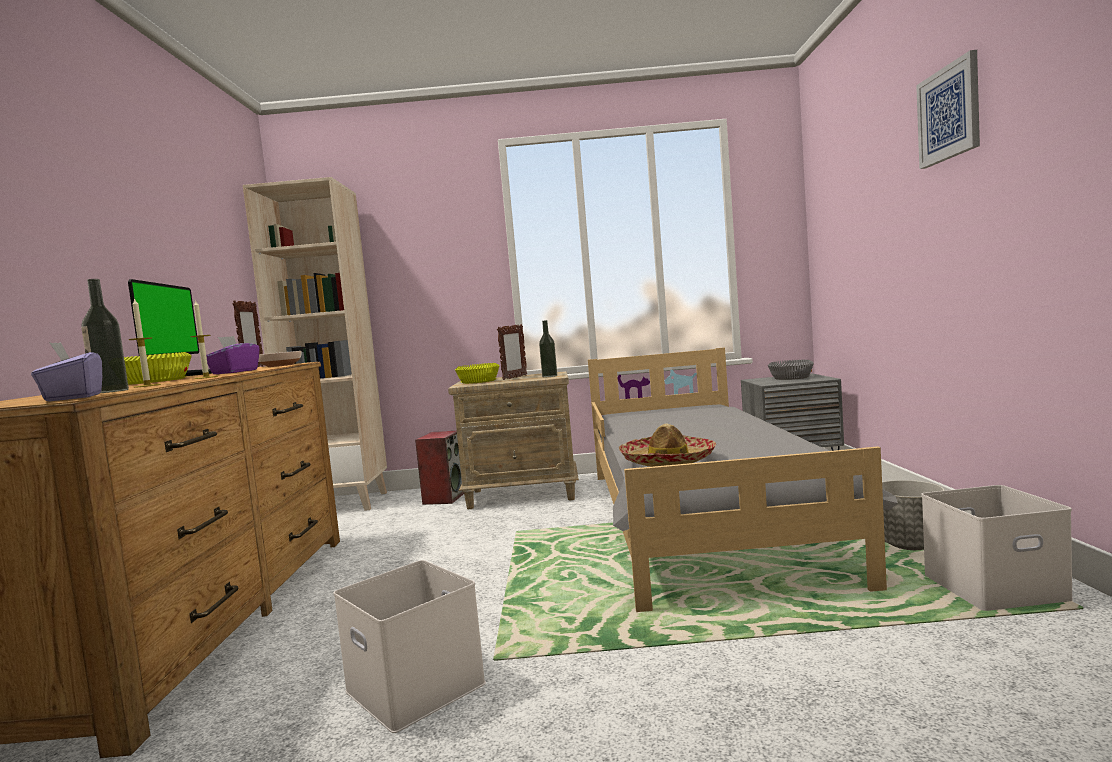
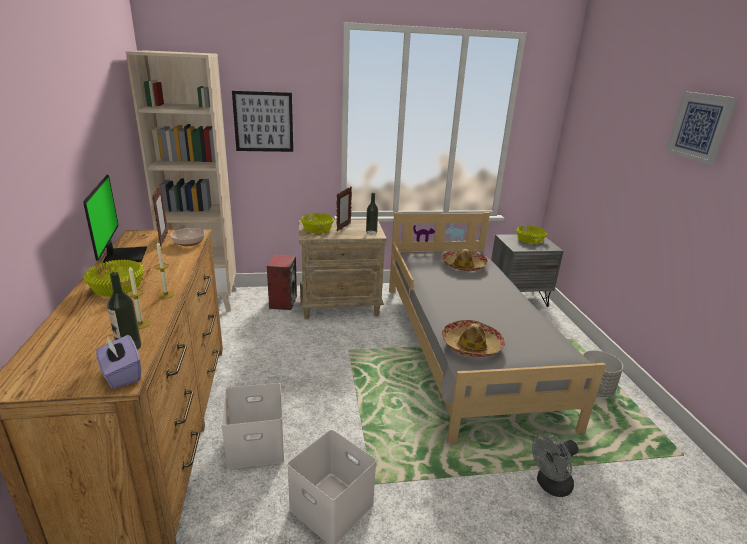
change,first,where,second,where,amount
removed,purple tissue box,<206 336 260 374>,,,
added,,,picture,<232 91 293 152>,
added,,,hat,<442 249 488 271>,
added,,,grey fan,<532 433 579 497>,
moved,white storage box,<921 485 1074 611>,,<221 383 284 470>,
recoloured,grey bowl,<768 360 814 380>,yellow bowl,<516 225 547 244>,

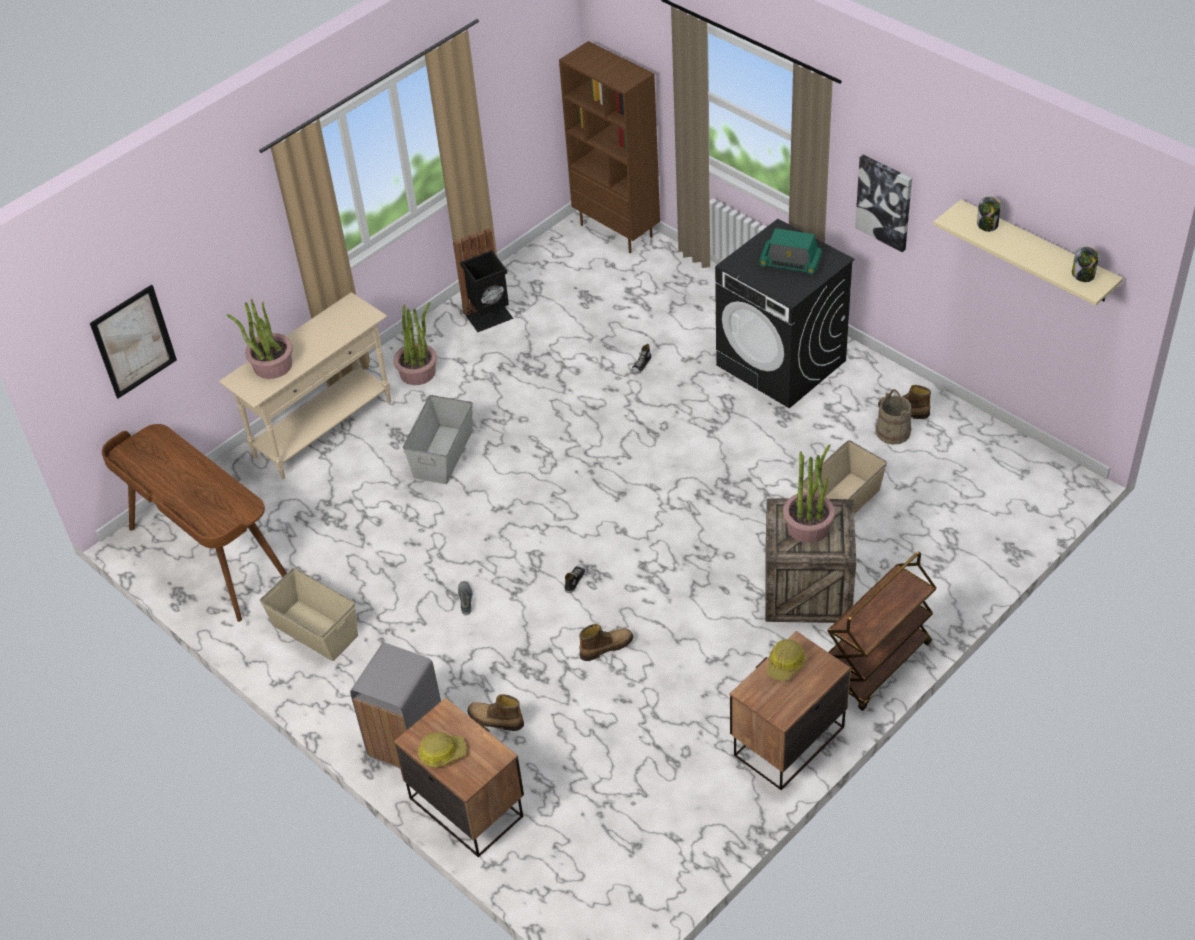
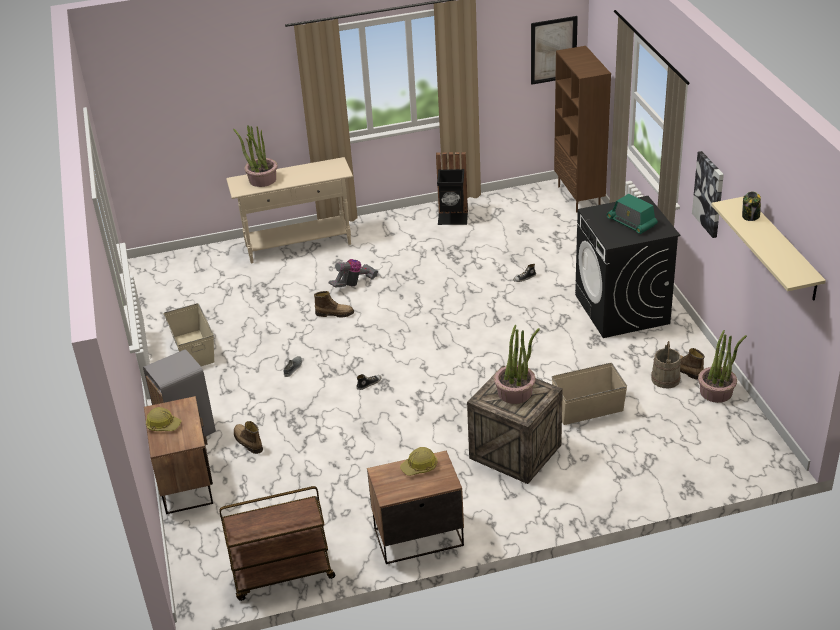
change,first,where,second,where,amount
removed,brown desk,<102 424 287 622>,,,
removed,jar,<1072 247 1098 282>,,,
moved,picture,<90 285 177 399>,,<531 16 578 85>,
moved,potted plant,<393 302 437 385>,,<698 330 747 403>,
moved,boot,<579 624 634 661>,,<314 291 354 318>,
moved,brown cart,<828 551 936 711>,,<219 486 335 601>,
replaced,grey storage box,<403 395 473 484>,vacuum cleaner,<328 259 378 288>,

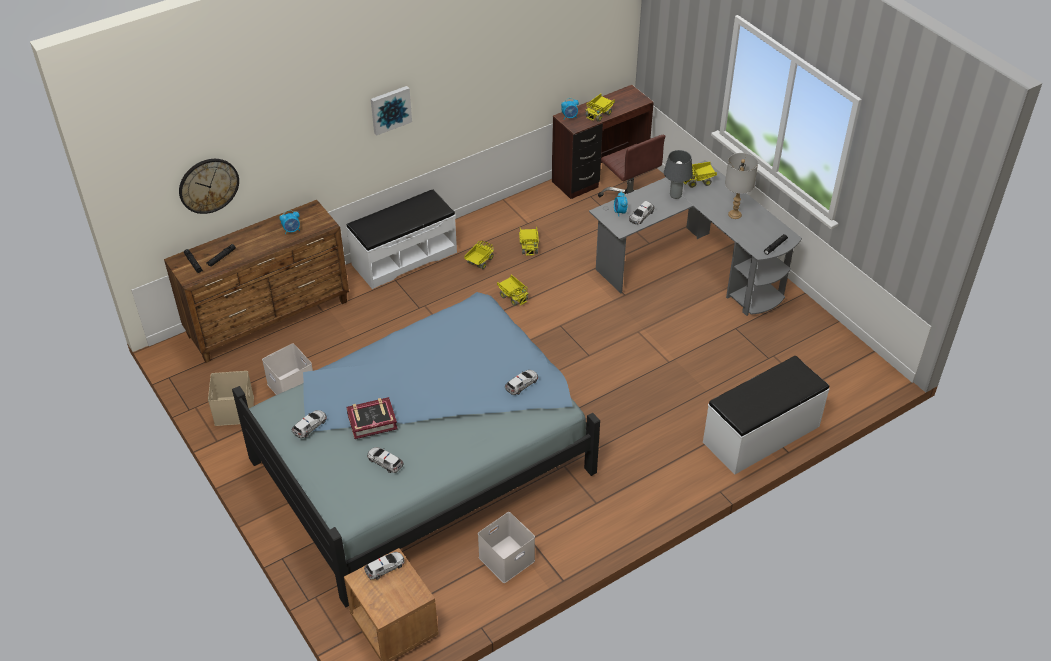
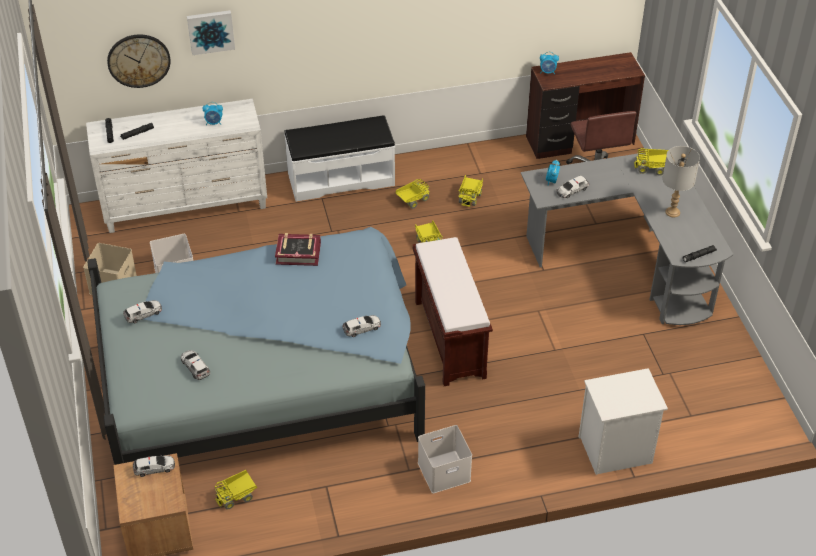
change,first,where,second,where,amount
removed,grey table lamp,<664 150 693 199>,,,
added,,,brown bench,<412 237 493 386>,
moved,book,<347 397 398 439>,,<275 233 321 266>,
moved,picture,<371 86 412 135>,,<187 10 235 55>,
moved,white storage box,<478 512 535 583>,,<418 425 472 493>,
moved,toy truck,<585 94 615 122>,,<215 470 257 510>,
replaced,white bench,<703 356 829 475>,white nightstand,<578 368 668 475>,
recoloured,brown dresser,<164 200 349 363>,white dresser,<86 99 267 233>,

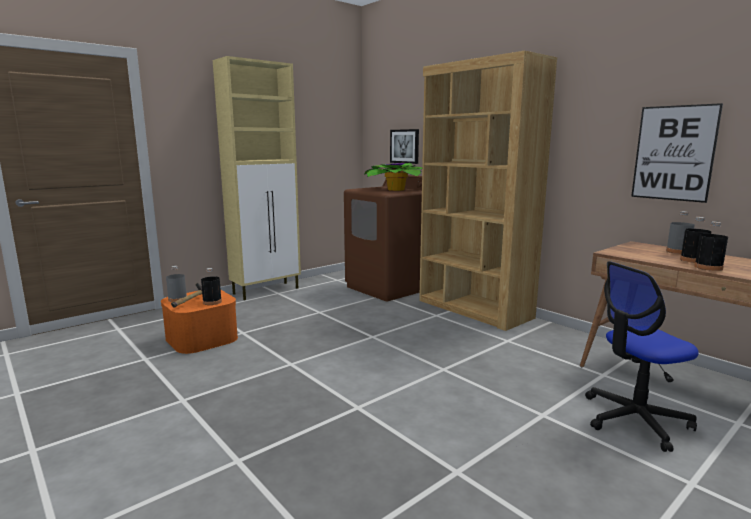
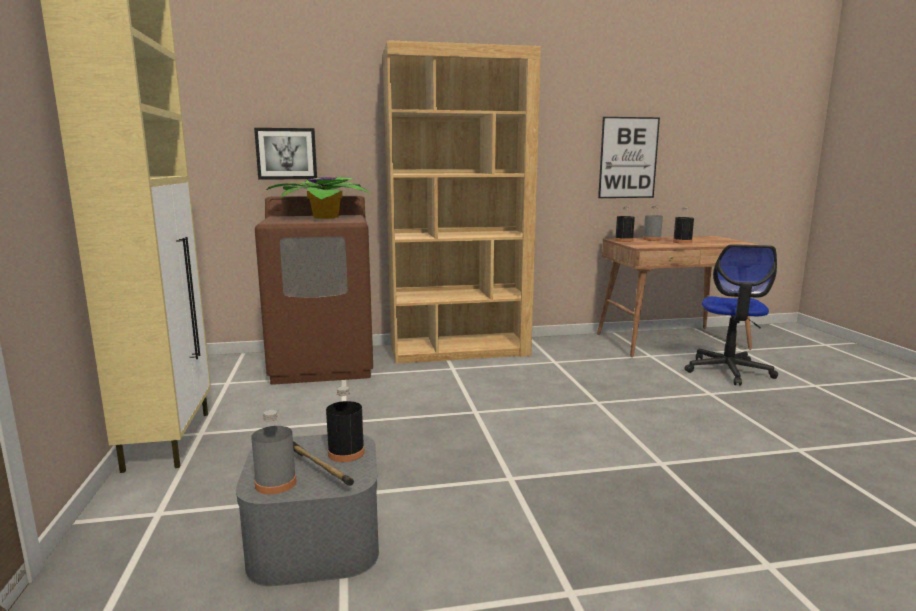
change,first,where,second,where,amount
moved,black bottle,<694 221 728 271>,,<615 206 635 242>,
recoloured,orange storage box,<161 290 238 354>,grey storage box,<236 434 379 586>,

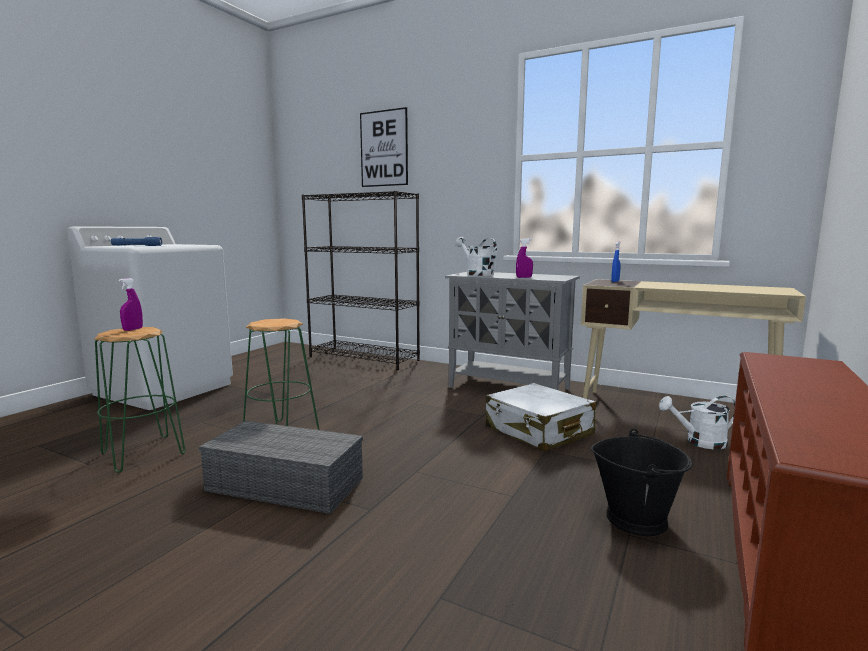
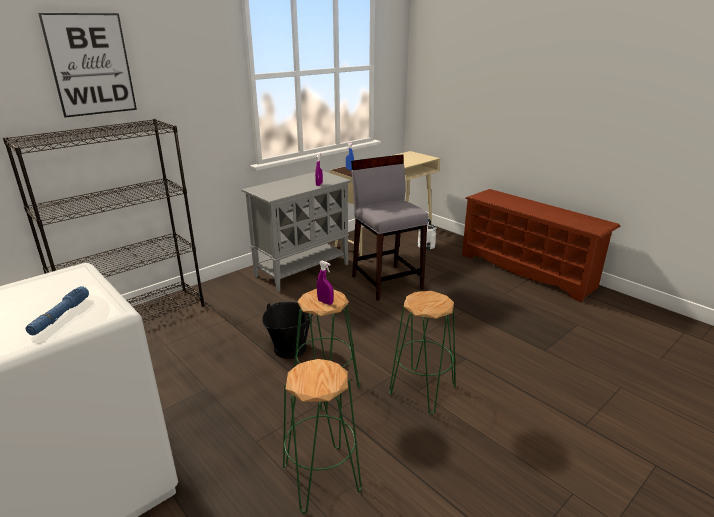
change,first,where,second,where,amount
removed,white watering can,<455 237 497 276>,,,
moved,purple spray bottle,<119 278 143 331>,,<317 261 333 305>,
moved,black bucket,<591 429 692 536>,,<262 302 313 359>,
replaced,grey storage box,<199 421 363 514>,green stool,<389 291 456 414>,
replaced,white suitcase,<486 383 596 451>,grey stool,<351 154 429 301>,

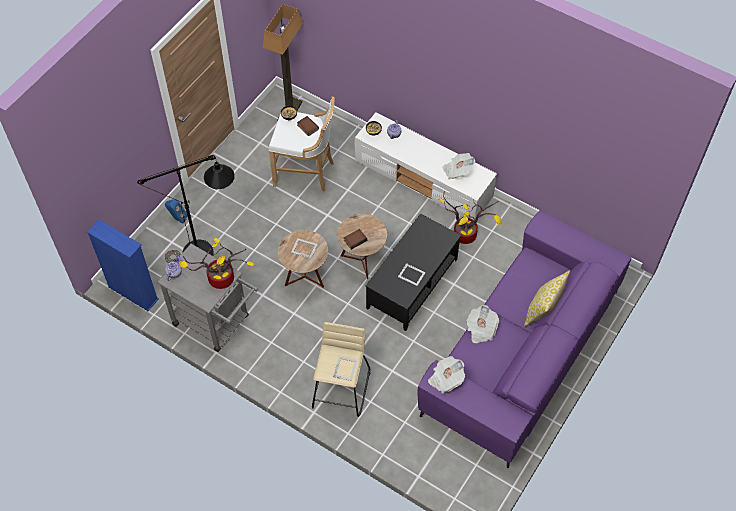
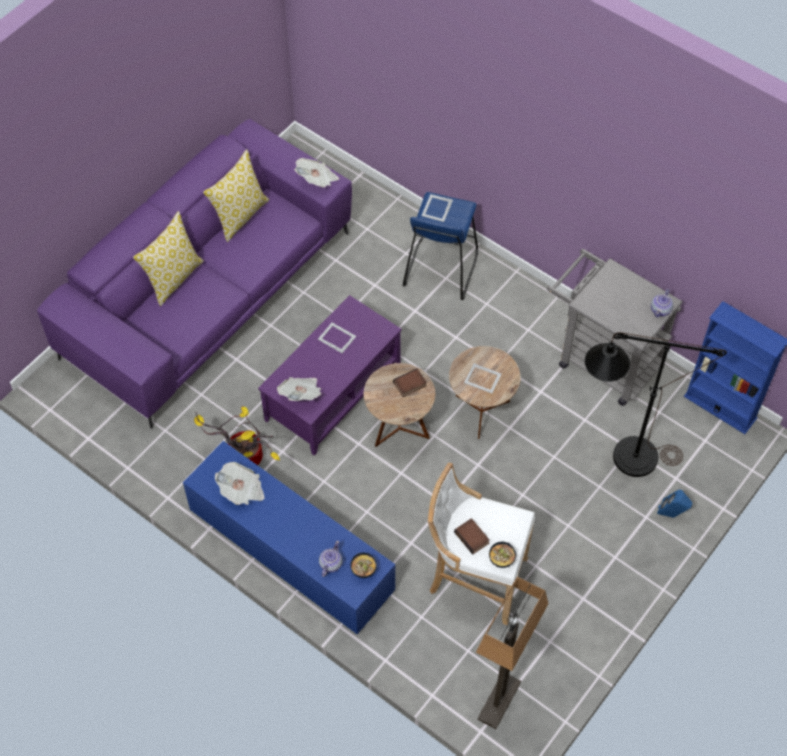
change,first,where,second,where,amount
removed,potted plant,<179 238 255 289>,,,
added,,,pillow,<203 149 269 242>,
moved,newspaper,<466 305 499 343>,,<277 377 321 401>,
recoloured,beige stool,<312 322 370 417>,blue stool,<403 192 478 300>,
recoloured,white tv stand,<355 112 497 220>,blue tv stand,<183 441 395 634>,
recoloured,black coffee table,<365 214 461 331>,purple coffee table,<258 295 402 456>,

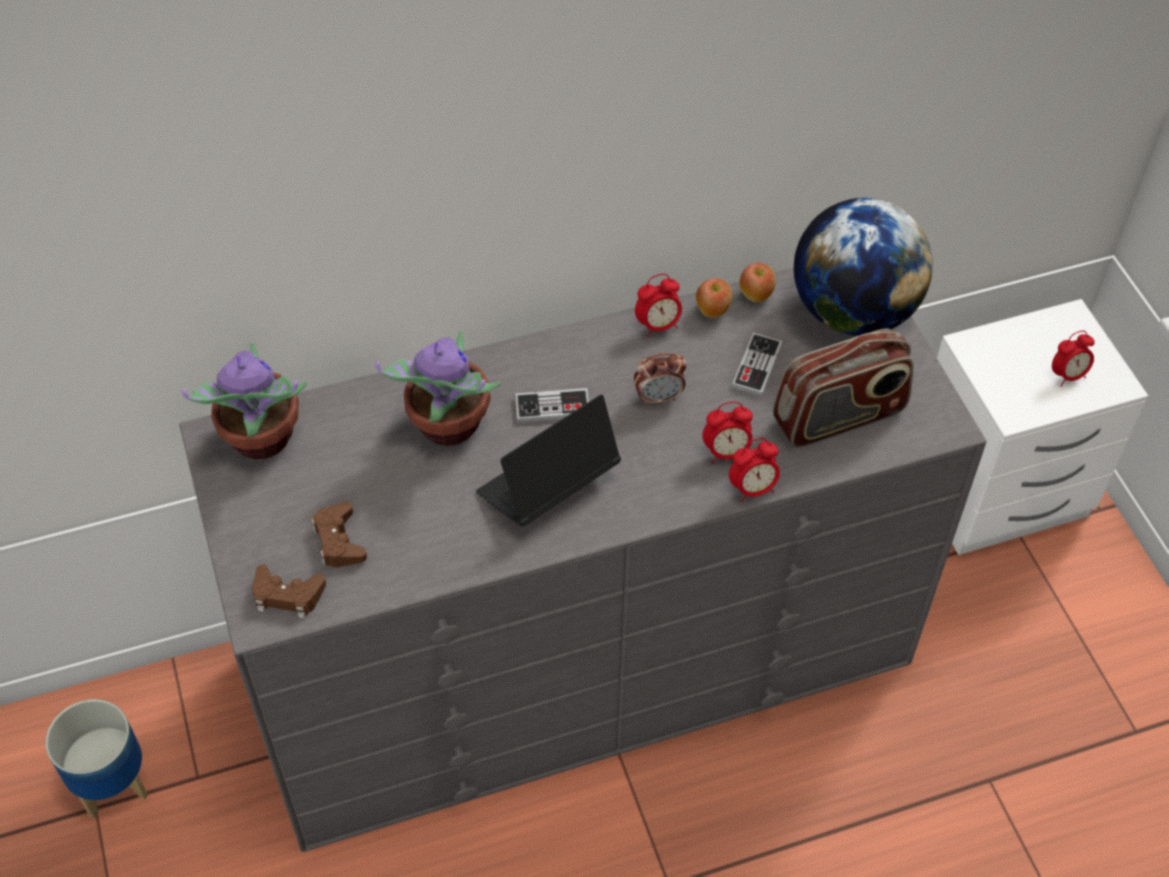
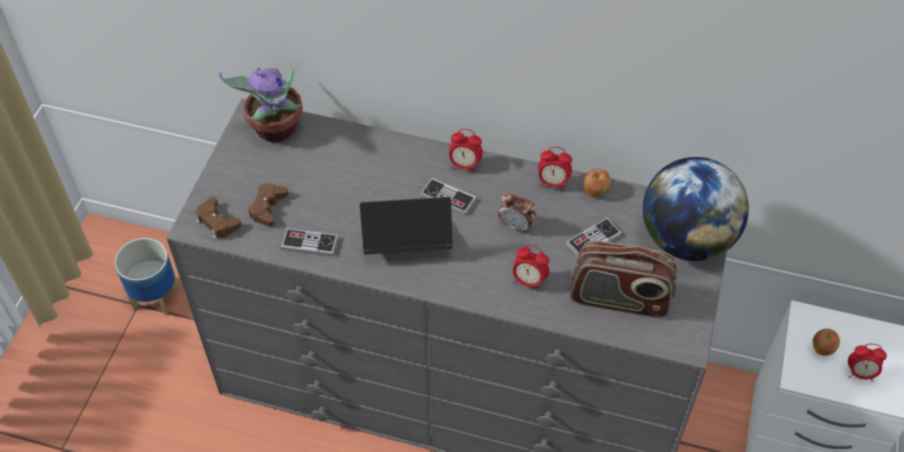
change,first,where,second,where,amount
removed,potted plant,<375 331 500 446>,,,
added,,,game controller,<281 228 338 256>,
moved,alarm clock,<729 438 780 503>,,<449 129 483 173>,
moved,apple,<740 263 776 303>,,<813 329 840 356>,

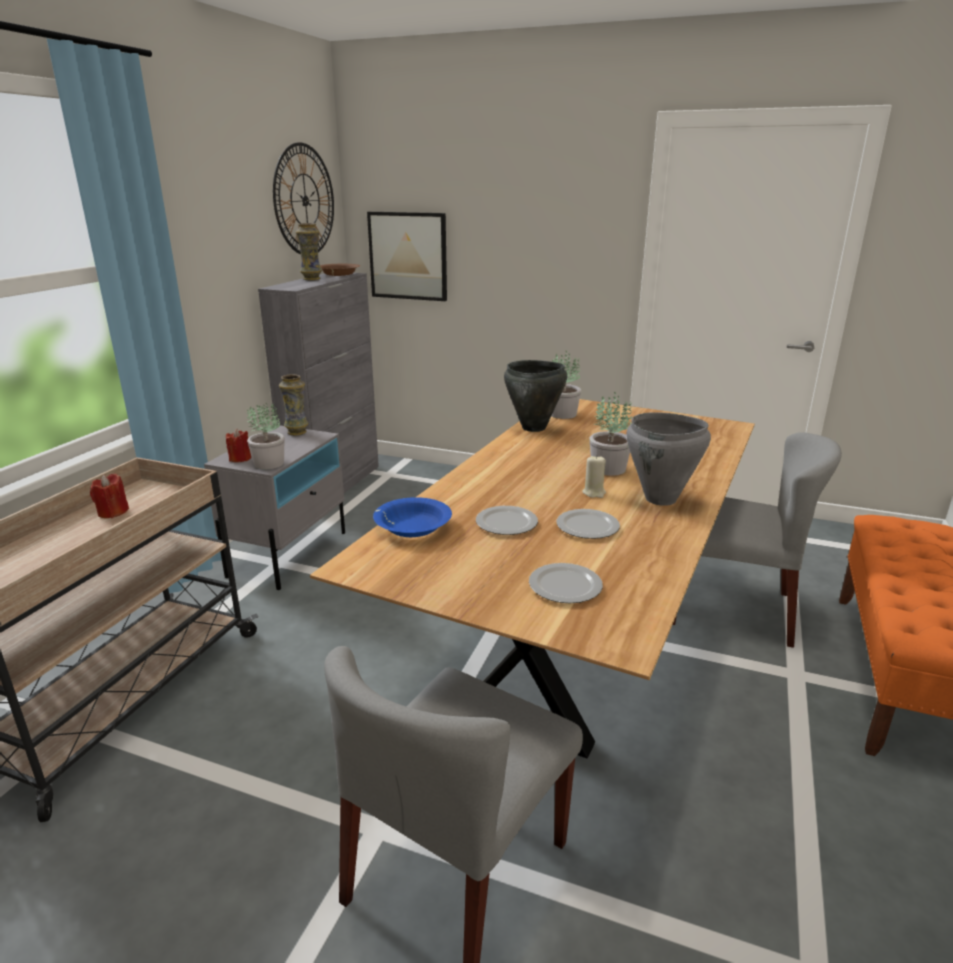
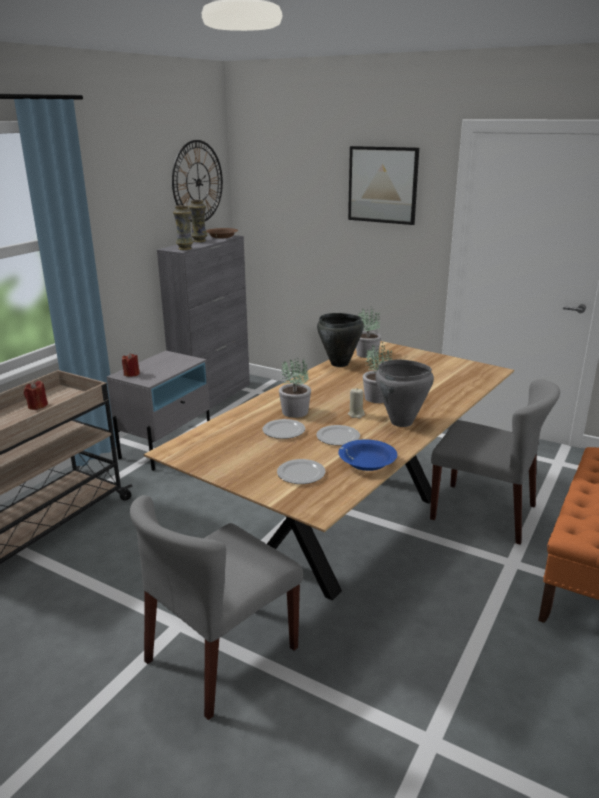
change,first,where,second,where,amount
moved,potted plant,<247 402 285 469>,,<279 357 311 418>,
moved,vase,<279 374 308 435>,,<173 205 193 250>,
moved,picture,<367 212 447 301>,,<348 146 419 225>,
moved,blue bowl,<373 497 452 537>,,<338 439 397 471>,

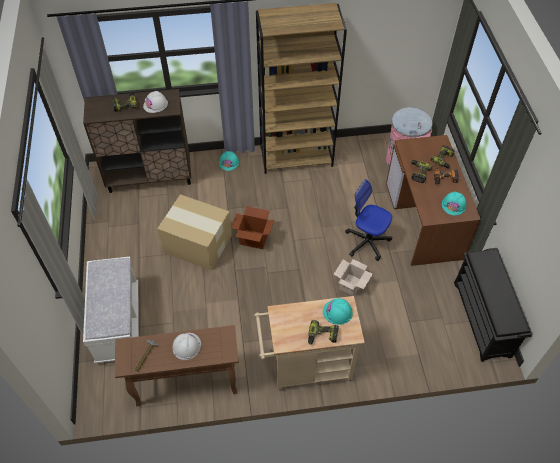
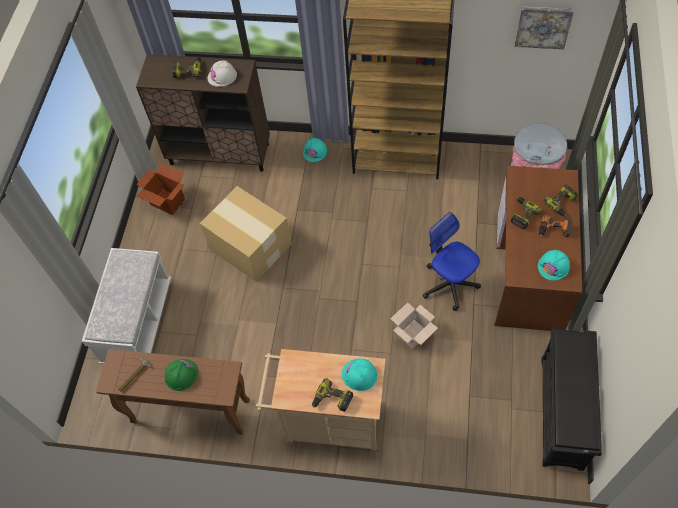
change,first,where,second,where,amount
added,,,picture,<515 7 574 49>,
moved,cardboard box,<231 206 274 249>,,<136 163 185 215>,
recoloured,white hard hat,<173 333 201 360>,green hard hat,<164 359 198 391>,

